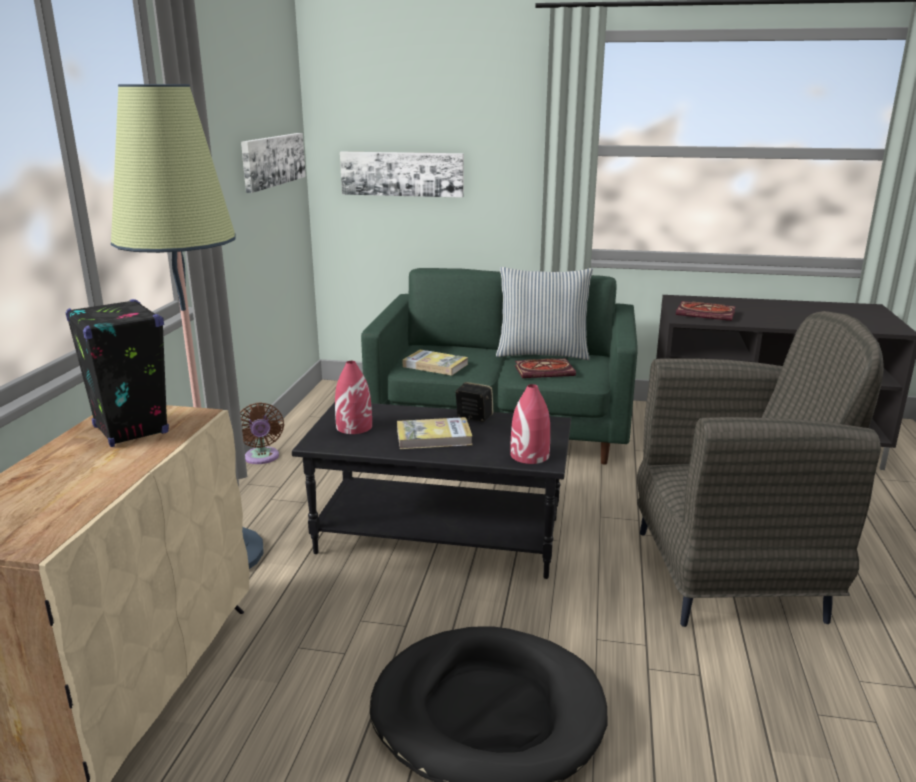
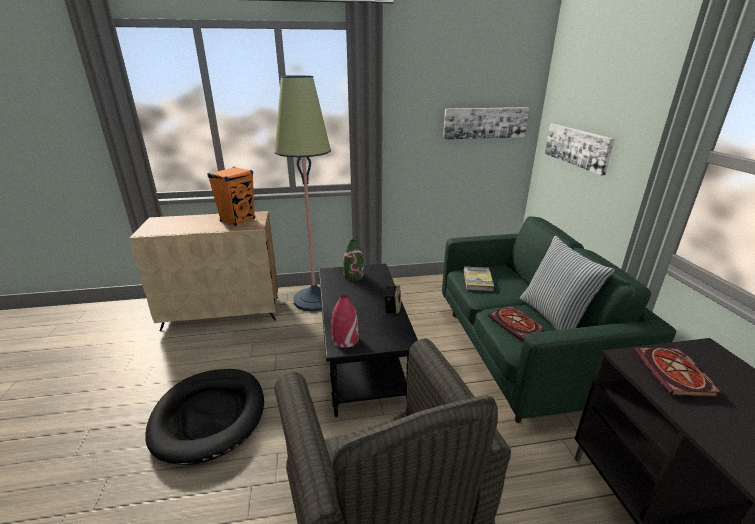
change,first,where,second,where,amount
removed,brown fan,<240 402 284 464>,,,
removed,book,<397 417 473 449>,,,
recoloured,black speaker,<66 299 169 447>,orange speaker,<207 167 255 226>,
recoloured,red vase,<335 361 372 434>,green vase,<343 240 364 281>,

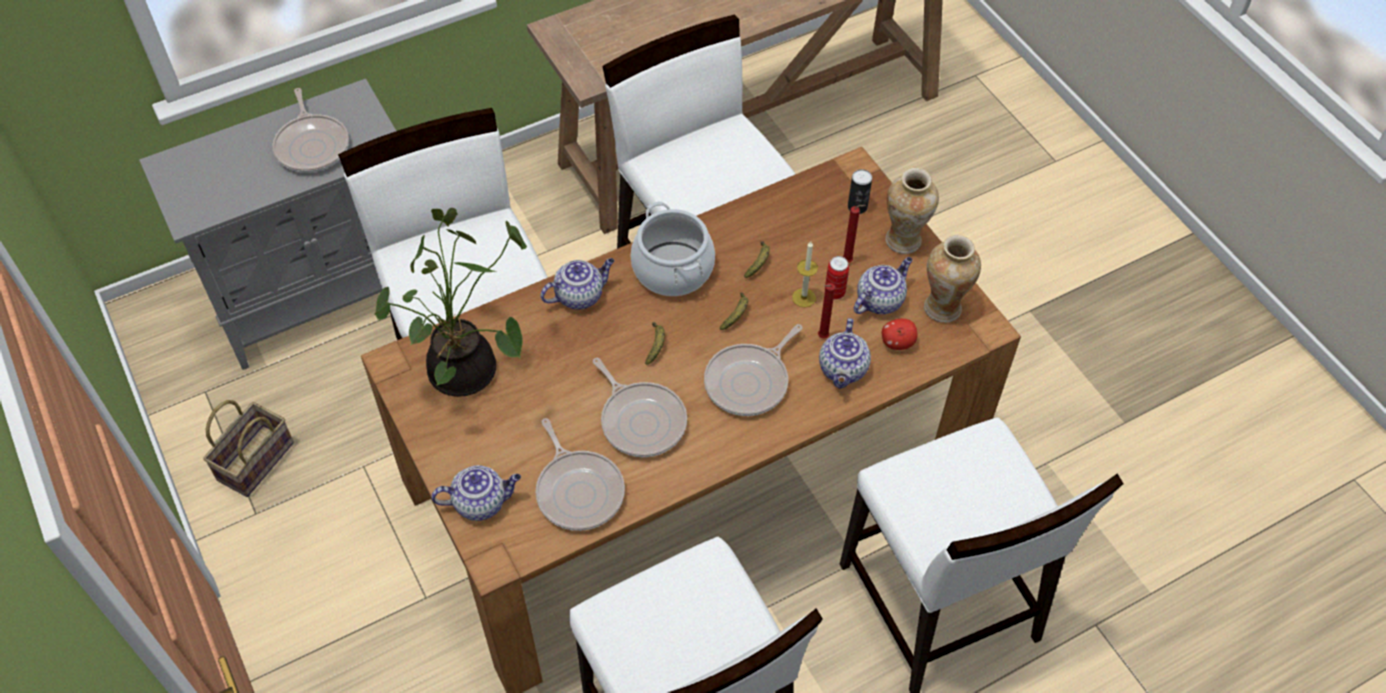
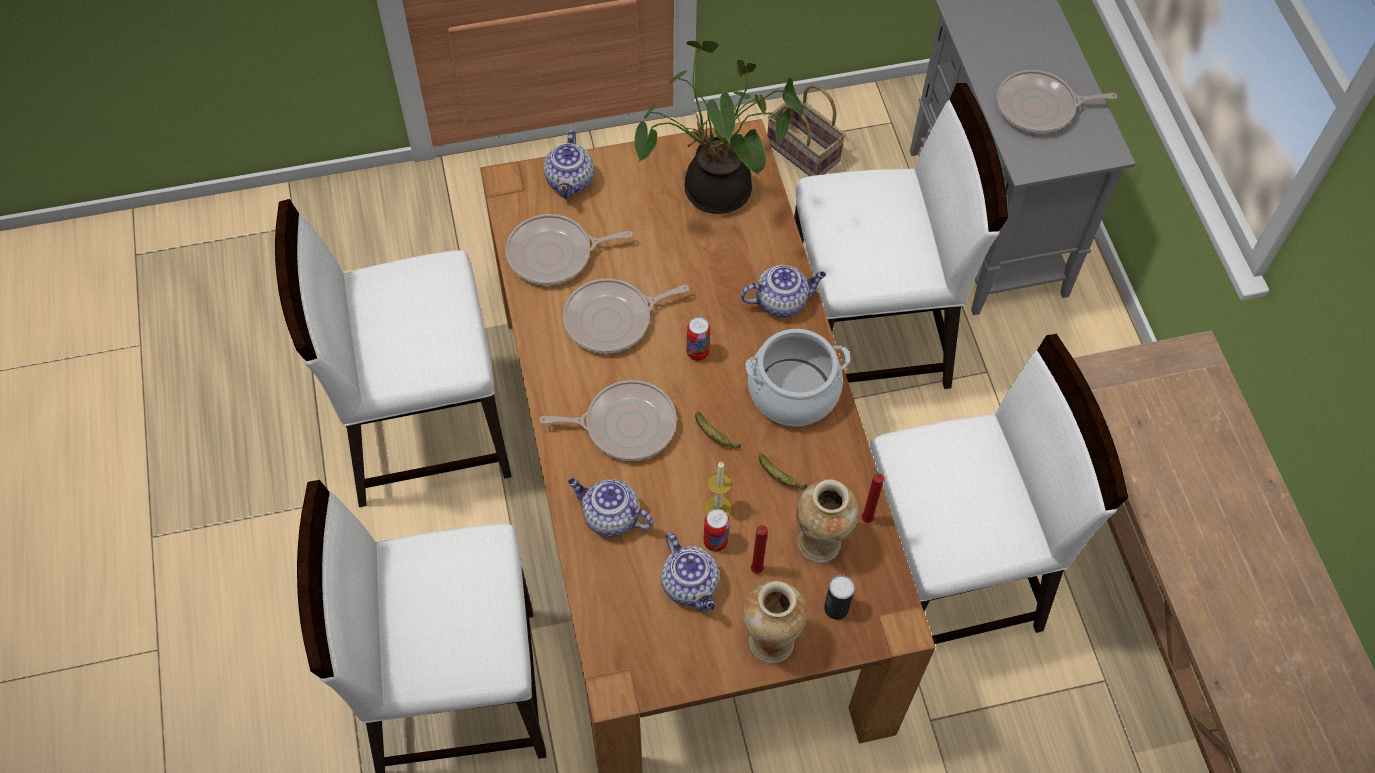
change,first,where,second,where,amount
removed,apple,<882 319 918 350>,,,
moved,red candle,<818 283 835 339>,,<861 464 884 523>,
moved,vase,<924 235 981 323>,,<796 479 859 563>,
replaced,banana,<645 322 665 365>,can,<687 317 710 361>,
turned,teapot,<540 258 614 310>,,<741 265 826 318>,90 degrees counterclockwise
turned,frying pan,<704 324 803 416>,,<539 380 677 461>,120 degrees clockwise

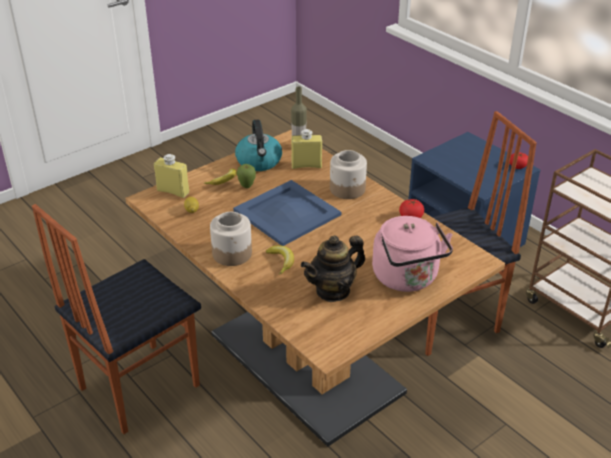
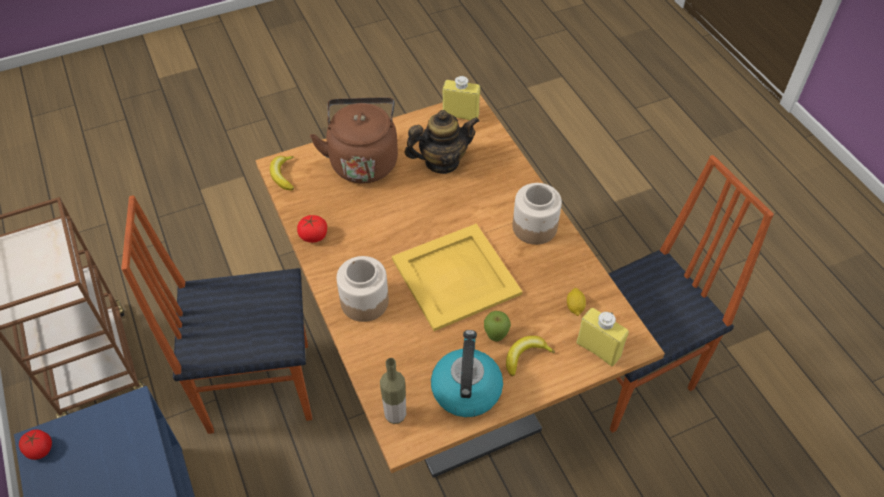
change,first,where,second,where,amount
moved,banana,<266 245 294 275>,,<270 156 294 190>,
moved,yellow bottle,<291 129 322 169>,,<443 76 480 120>,
recoloured,blue tray,<233 180 341 246>,yellow tray,<392 224 523 331>,
recoloured,pink kettle,<372 216 453 292>,brown kettle,<310 97 398 183>,

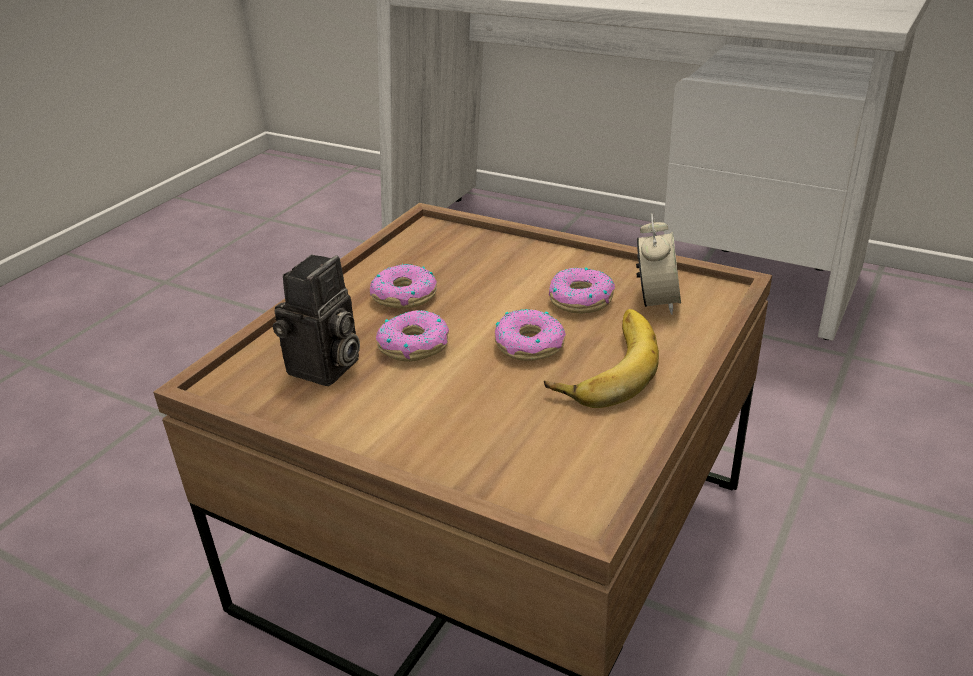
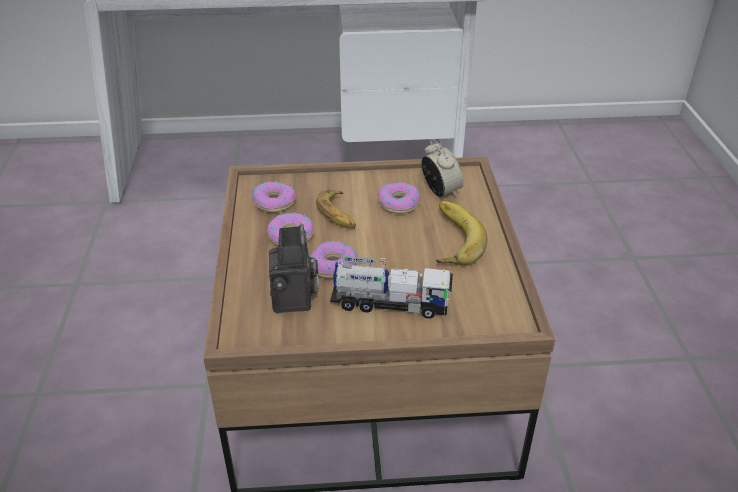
change,first,where,second,where,amount
added,,,banana,<316 189 356 228>,
added,,,toy truck,<330 256 453 319>,
moved,donut,<495 309 566 361>,,<252 181 296 213>,

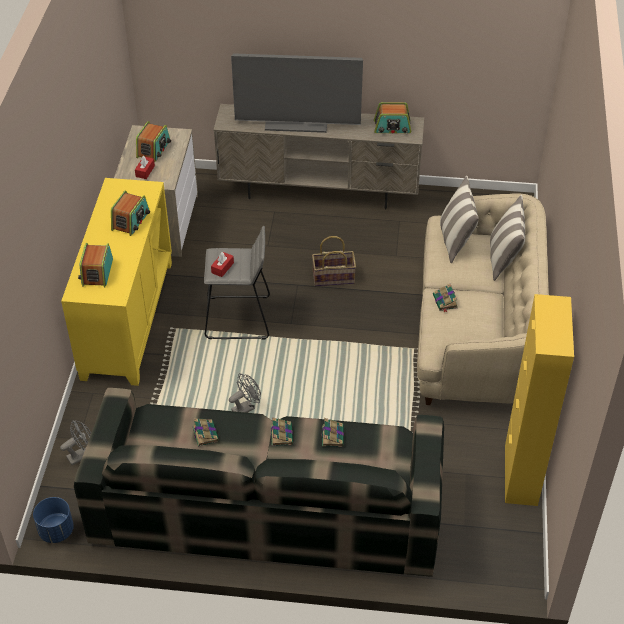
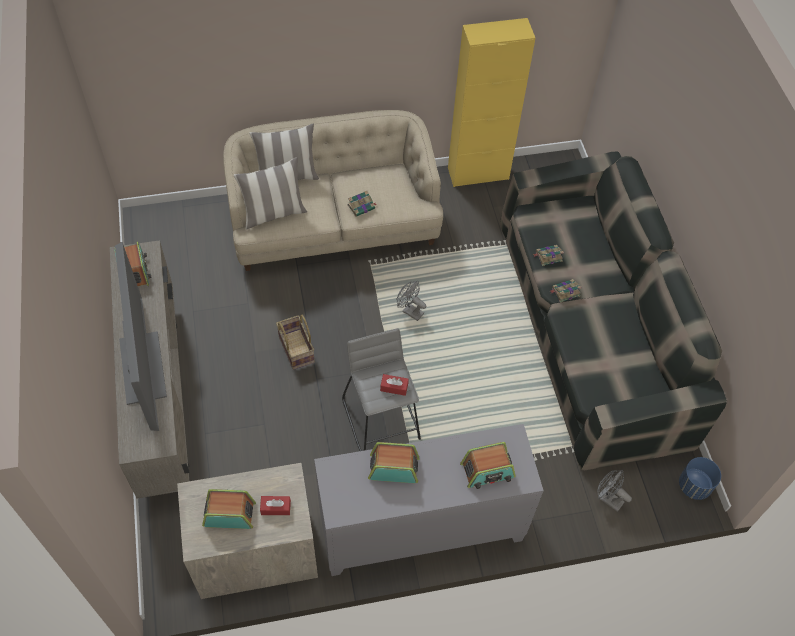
change,first,where,second,where,amount
removed,book,<193 418 219 447>,,,
moved,grey fan,<229 373 261 413>,,<396 281 426 321>,
recoloured,yellow cabinet,<61 178 172 386>,grey cabinet,<314 424 544 576>,

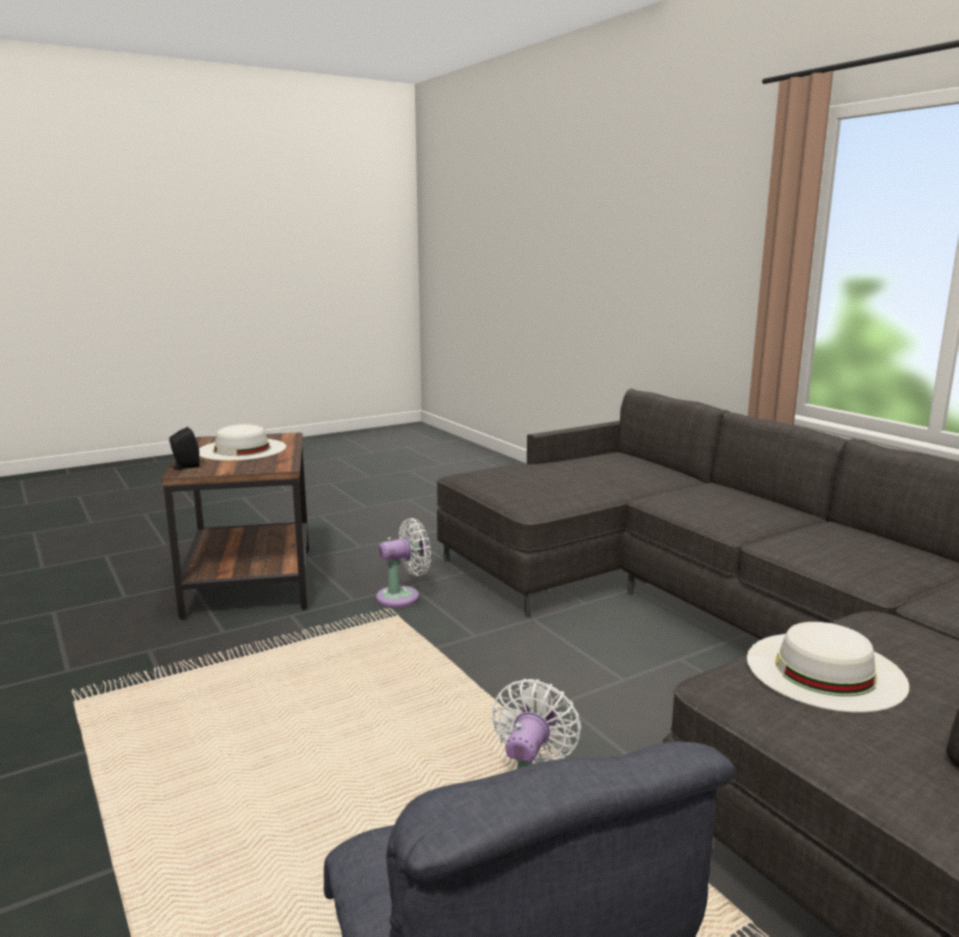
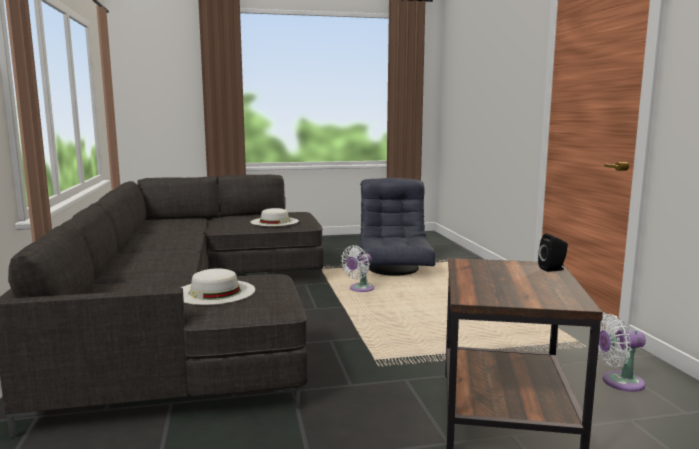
change,first,where,second,where,amount
moved,white hat,<199 424 286 461>,,<181 268 255 305>,
moved,white fan,<376 518 431 607>,,<598 314 646 392>,

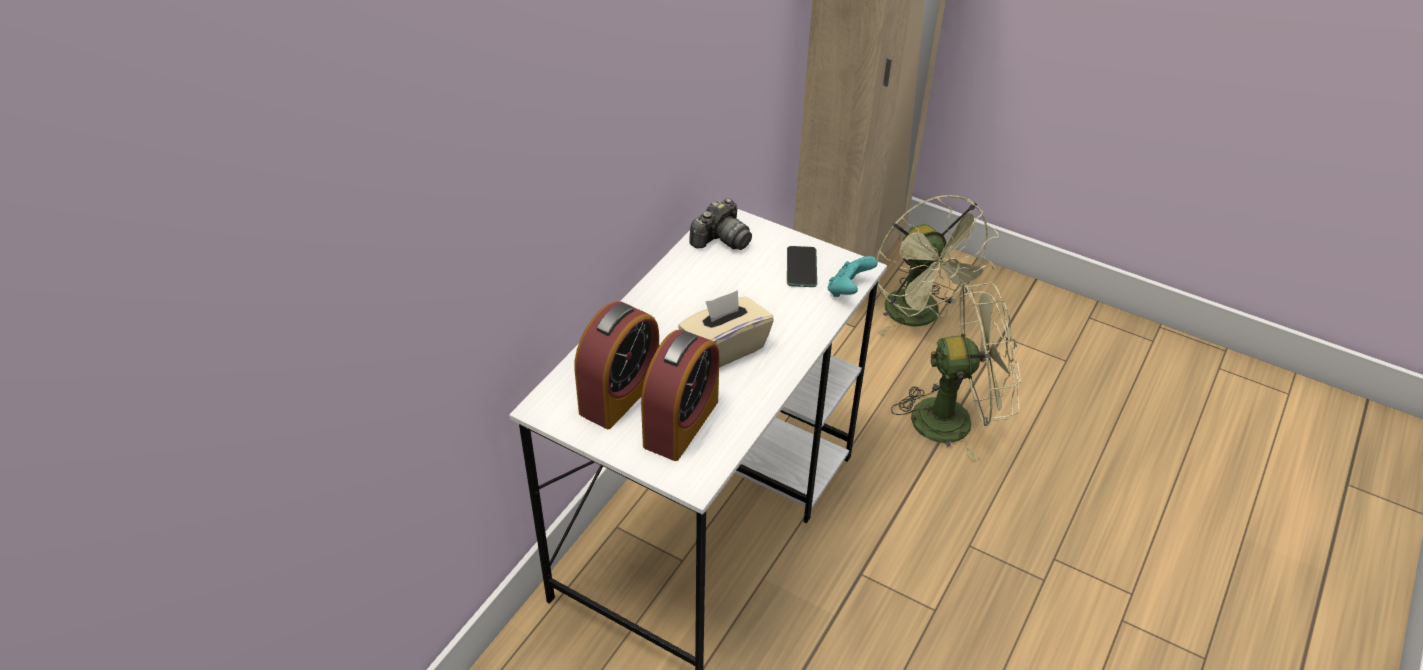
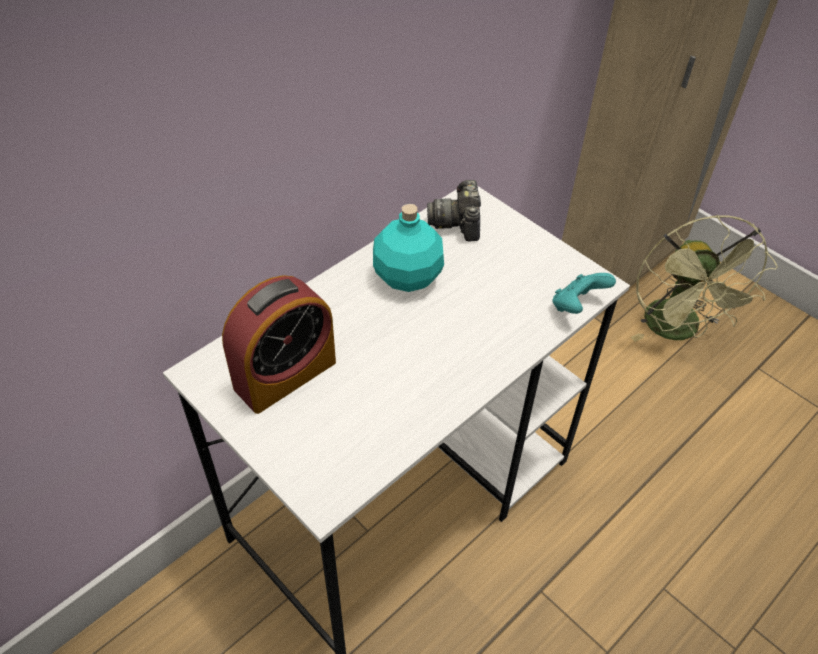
change,first,where,second,where,amount
removed,alarm clock,<641 329 719 461>,,,
removed,beige tissue box,<678 290 774 368>,,,
removed,phone,<787 246 817 287>,,,
removed,green fan,<891 283 1021 461>,,,
added,,,turquoise bottle,<373 204 444 292>,
turned,photo camera,<689 198 752 250>,,<427 180 481 242>,120 degrees clockwise

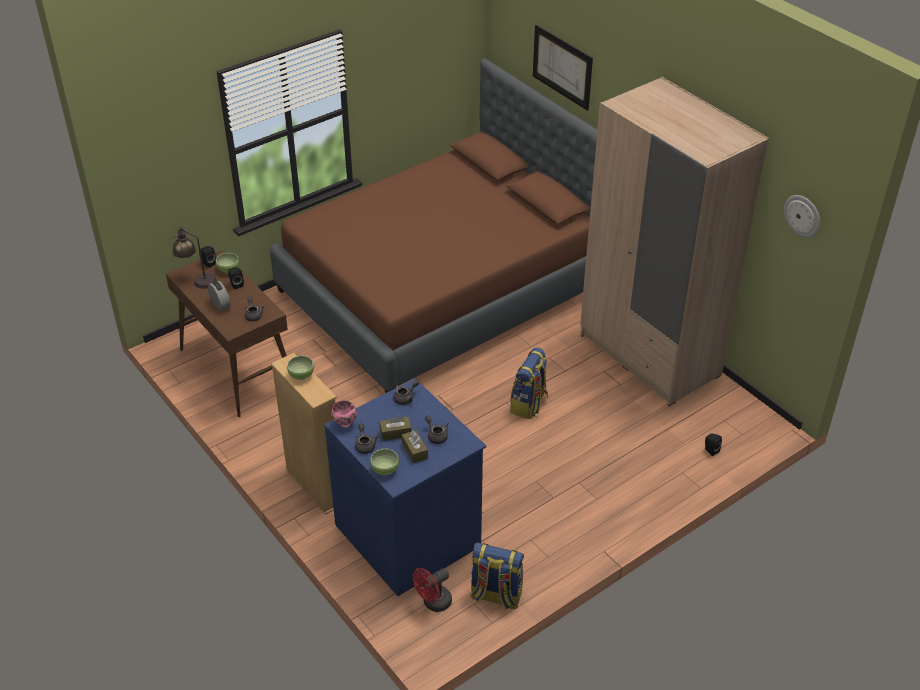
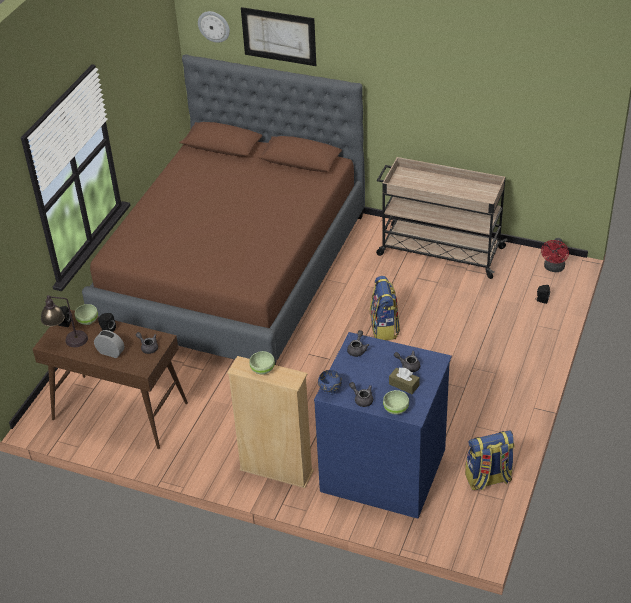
change,first,where,second,where,amount
removed,brown tissue box,<379 416 412 441>,,,
moved,red fan,<413 568 452 612>,,<541 238 569 272>,
moved,wall clock,<784 195 820 238>,,<198 11 230 43>,
replaced,beige wardrobe,<580 77 769 406>,beige cart,<376 157 508 279>,
recoloured,pink bowl,<331 401 357 428>,blue bowl,<318 370 342 395>,

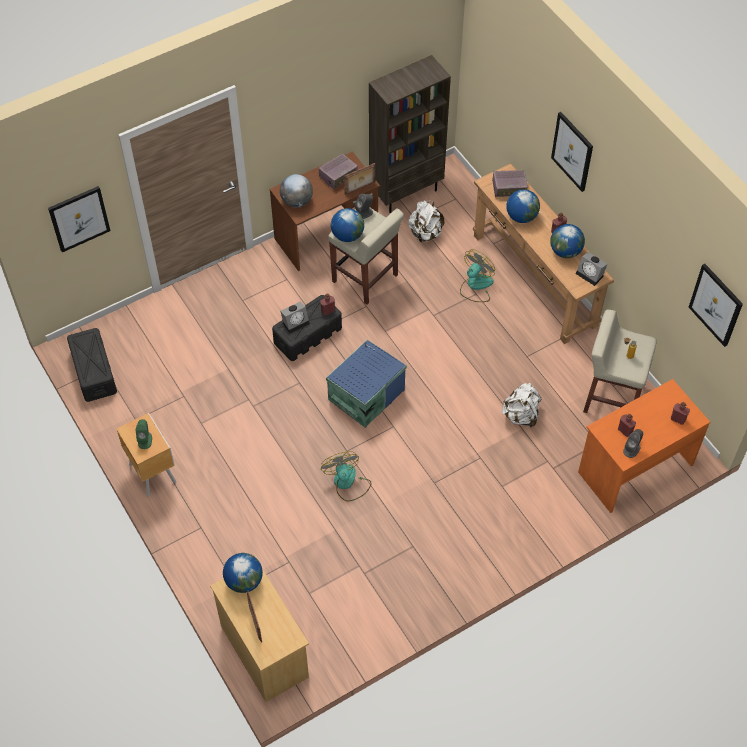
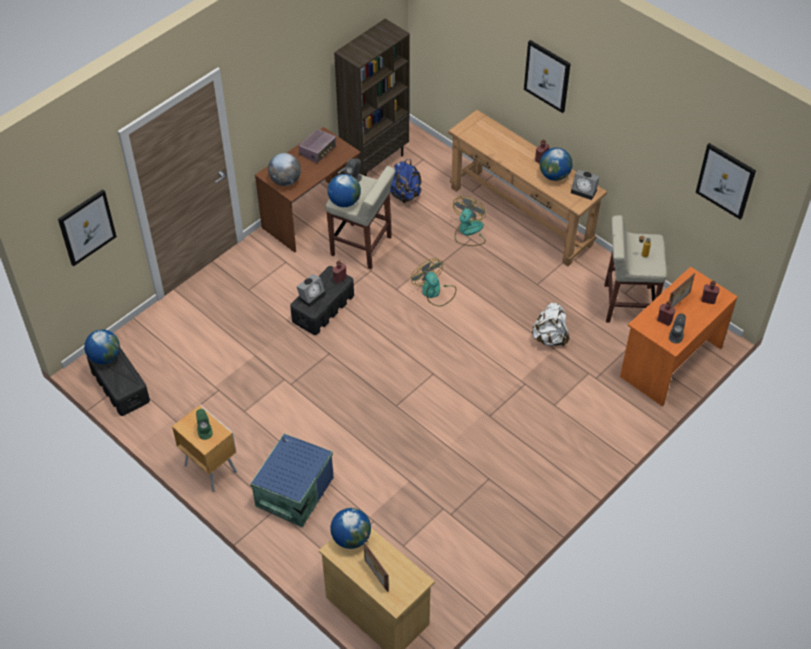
change,first,where,second,where,amount
removed,radio,<492 170 528 197>,,,
moved,fan,<321 451 371 501>,,<411 258 456 307>,
moved,blue storage box,<326 340 407 428>,,<250 434 334 528>,
moved,picture frame,<344 163 375 195>,,<669 273 695 308>,
moved,globe,<506 189 540 223>,,<84 329 120 364>,
recoloured,white backpack,<408 200 444 243>,blue backpack,<390 159 422 203>,

